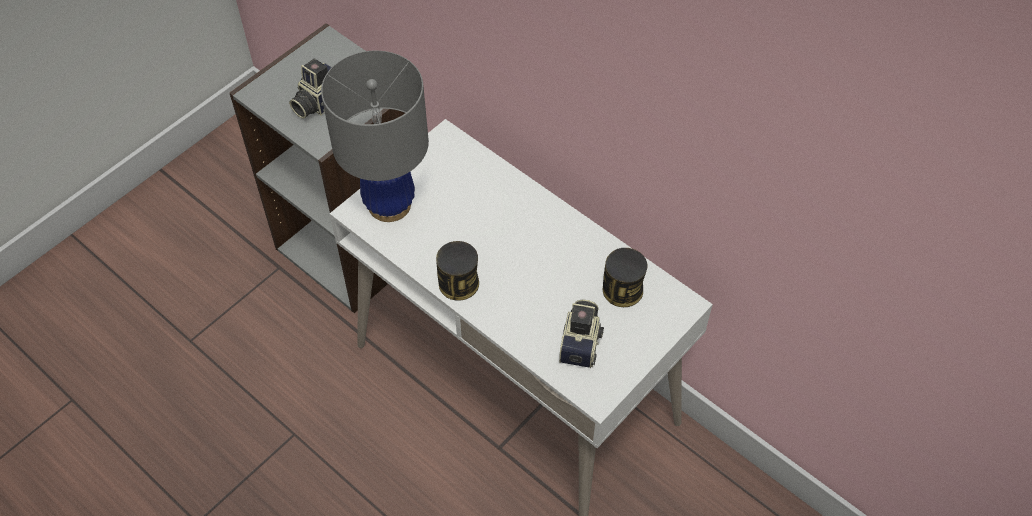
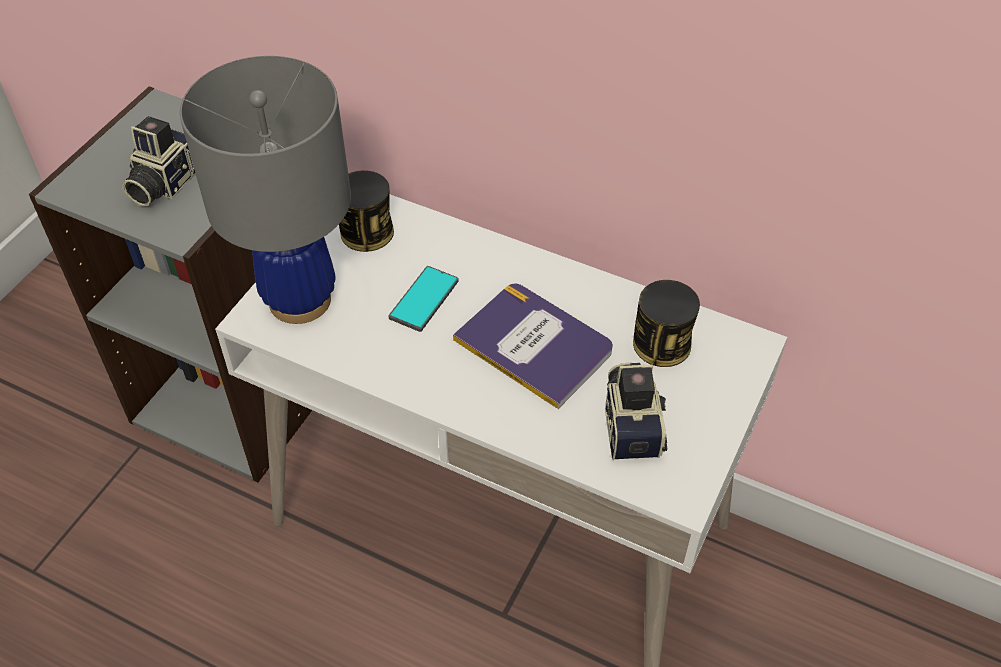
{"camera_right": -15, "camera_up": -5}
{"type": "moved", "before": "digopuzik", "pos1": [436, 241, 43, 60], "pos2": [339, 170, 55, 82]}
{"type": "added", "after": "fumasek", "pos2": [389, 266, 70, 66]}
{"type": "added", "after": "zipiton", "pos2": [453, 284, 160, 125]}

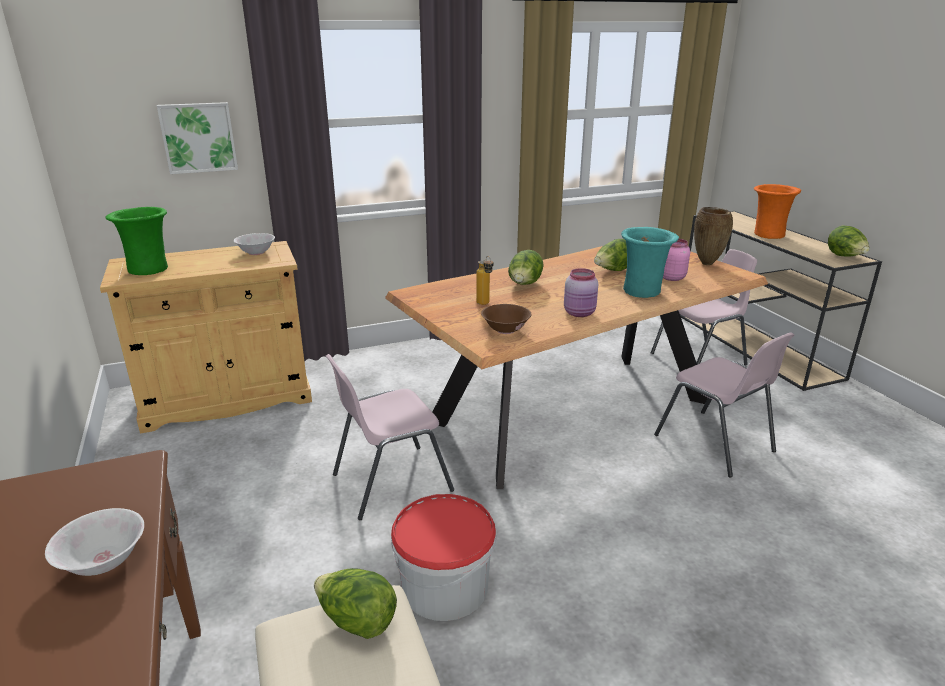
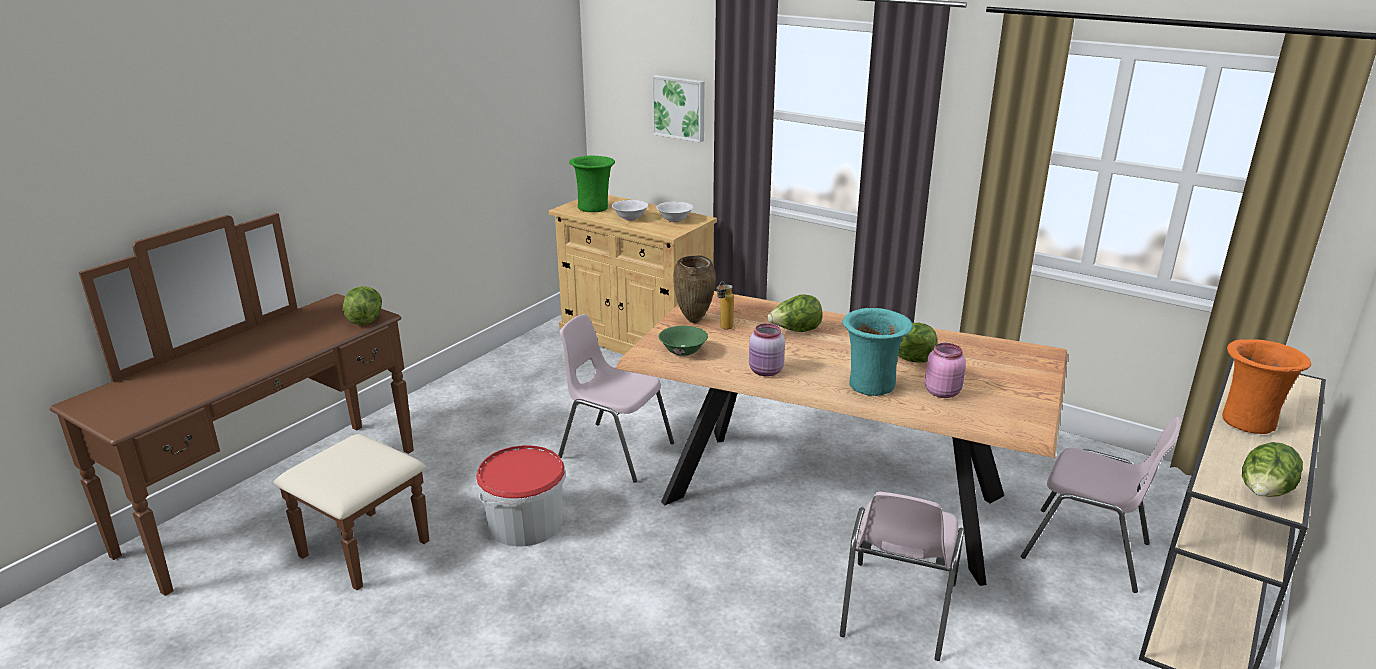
{"camera_right": 55, "camera_up": 0}
{"type": "moved", "before": "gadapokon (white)", "pos1": [45, 508, 99, 68], "pos2": [612, 200, 36, 21]}
{"type": "moved", "before": "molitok", "pos1": [314, 568, 83, 71], "pos2": [343, 286, 39, 39]}
{"type": "recoloured", "before": "gadapokon (brown)", "after": "gadapokon (green)", "pos1": [481, 304, 51, 30], "pos2": [659, 326, 49, 31]}
{"type": "moved", "before": "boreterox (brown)", "pos1": [694, 207, 39, 58], "pos2": [673, 255, 43, 68]}

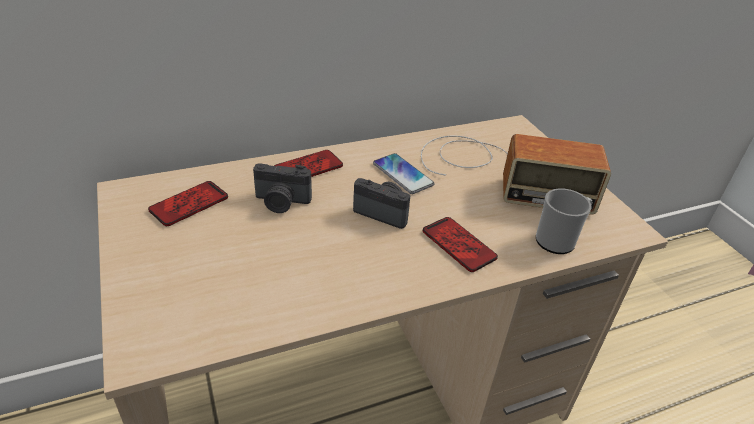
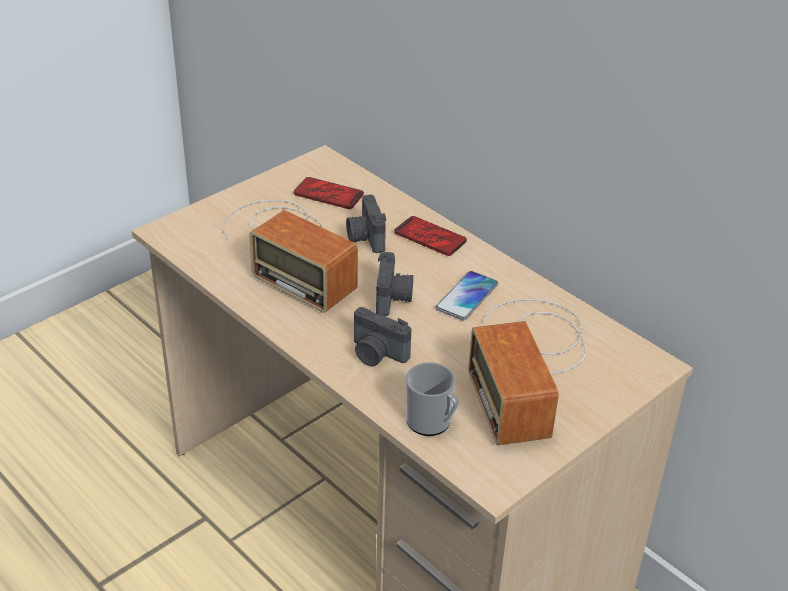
{"camera_right": 70, "camera_up": 0}
{"type": "replaced", "before": "fumasek", "after": "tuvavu", "pos1": [423, 217, 75, 55], "pos2": [354, 307, 57, 59]}
{"type": "added", "after": "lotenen", "pos2": [222, 200, 136, 113]}

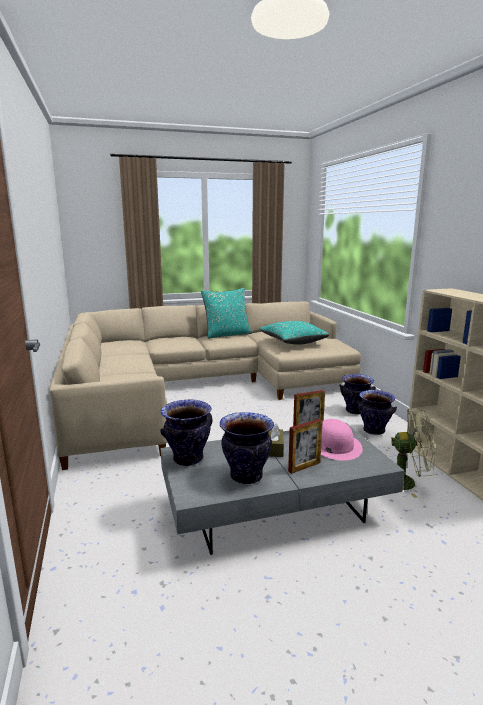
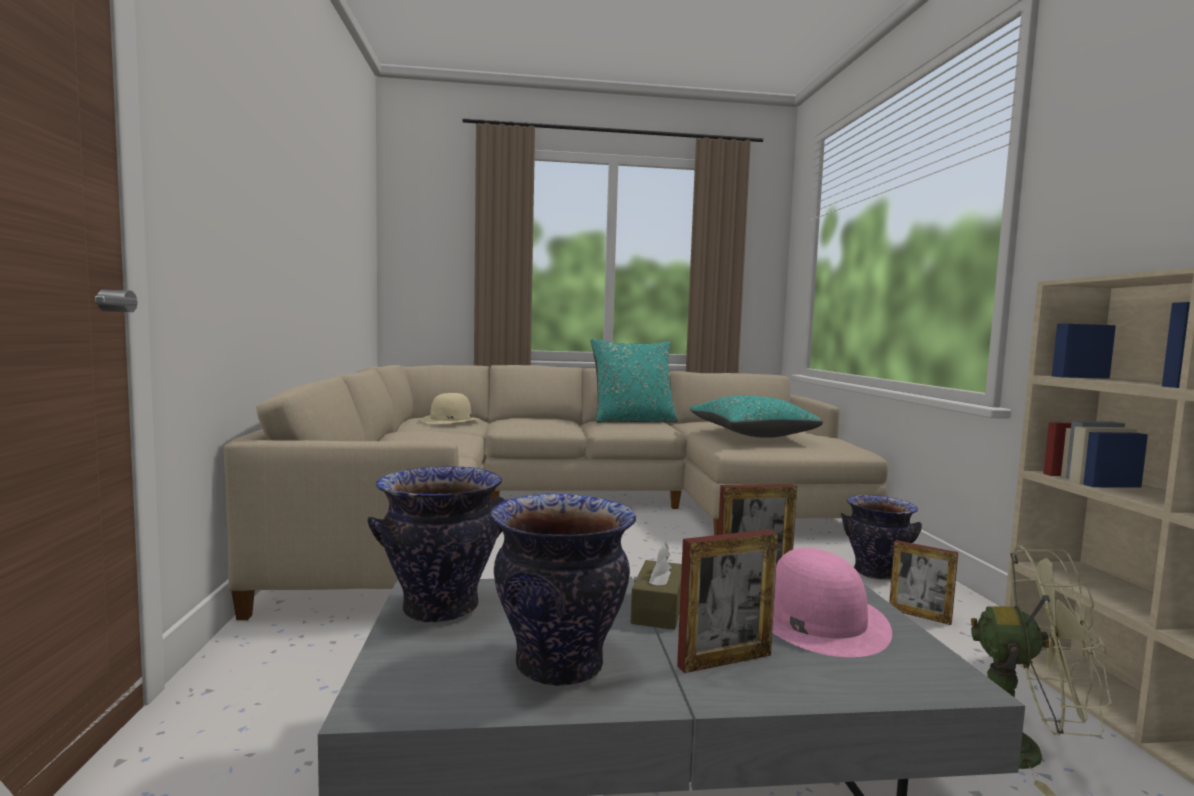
{"camera_right": 10, "camera_up": -10}
{"type": "replaced", "before": "boreterox", "after": "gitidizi", "pos1": [356, 390, 41, 45], "pos2": [889, 540, 69, 85]}
{"type": "added", "after": "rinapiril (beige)", "pos2": [421, 393, 59, 31]}

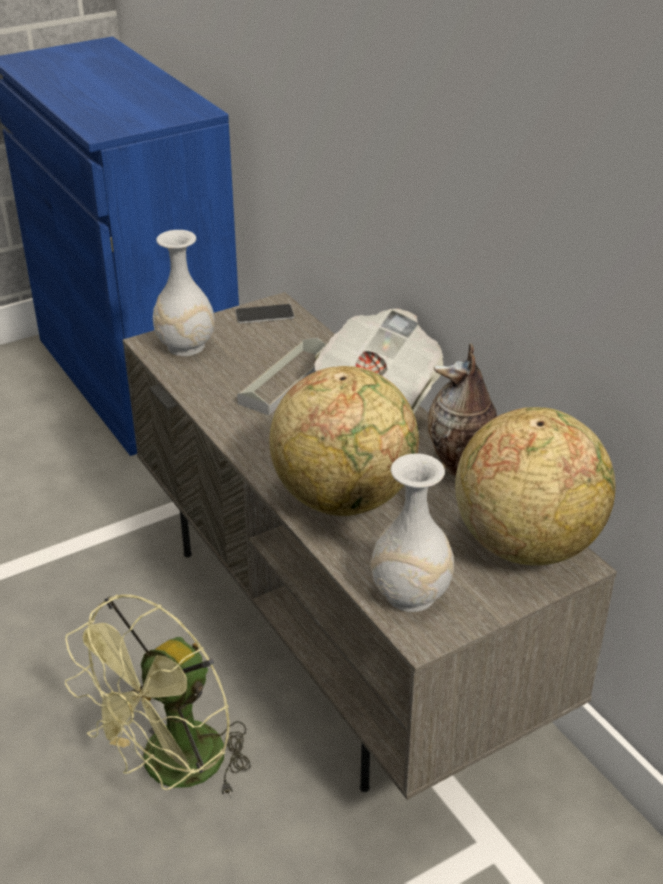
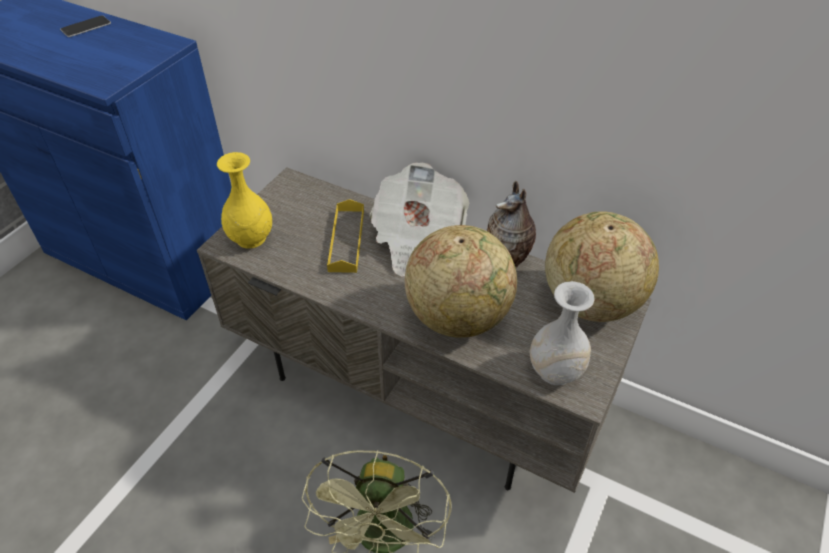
{"camera_right": -30, "camera_up": 10}
{"type": "recoloured", "before": "boreterox (white)", "after": "boreterox (yellow)", "pos1": [153, 230, 62, 126], "pos2": [217, 152, 55, 97]}
{"type": "moved", "before": "fumasek", "pos1": [235, 304, 59, 20], "pos2": [60, 15, 51, 22]}
{"type": "recoloured", "before": "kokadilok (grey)", "after": "kokadilok (yellow)", "pos1": [237, 338, 89, 77], "pos2": [327, 199, 37, 74]}

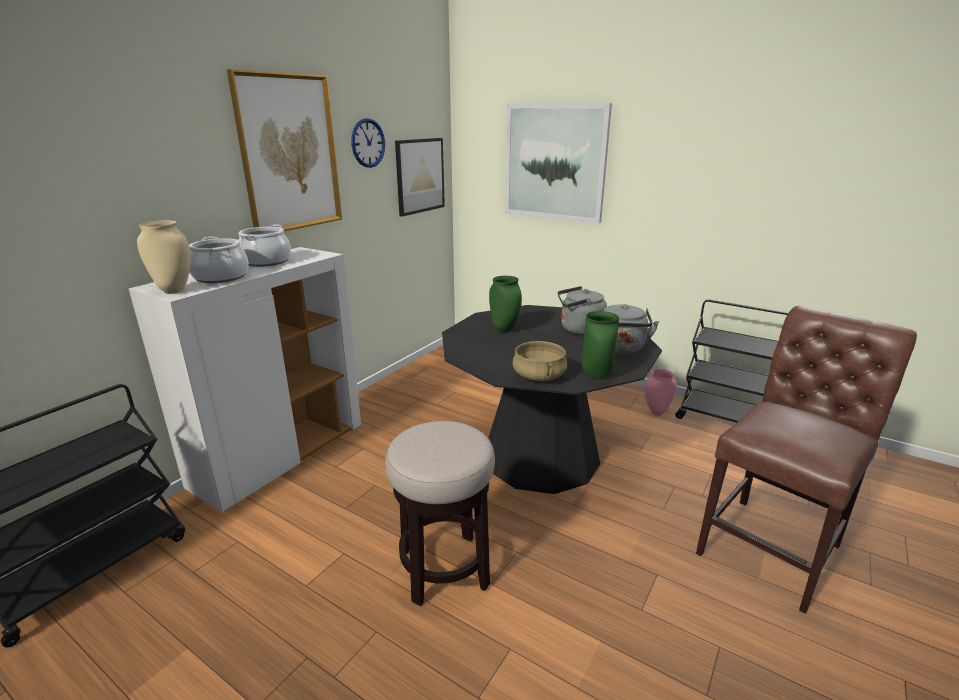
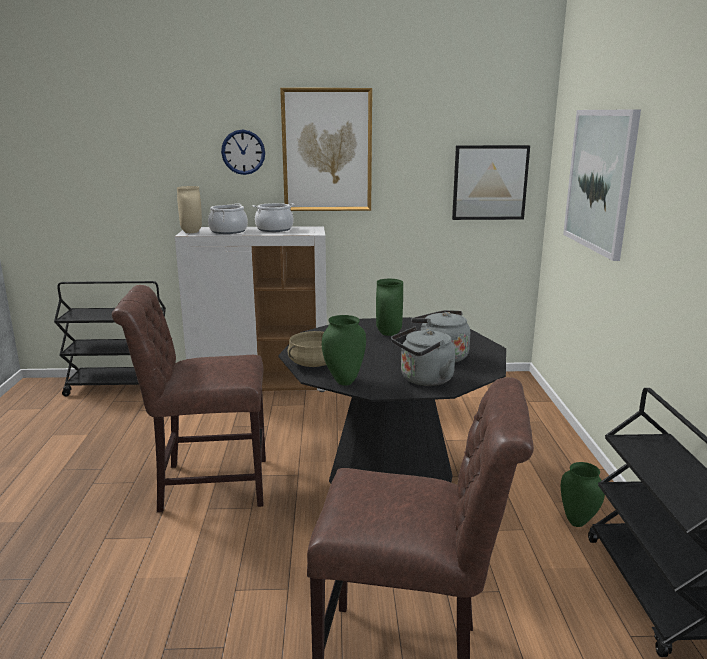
{"camera_right": 55, "camera_up": -5}
{"type": "moved", "before": "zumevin", "pos1": [351, 118, 34, 50], "pos2": [221, 130, 44, 45]}
{"type": "replaced", "before": "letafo", "after": "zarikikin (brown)", "pos1": [385, 421, 110, 185], "pos2": [112, 285, 154, 227]}
{"type": "recoloured", "before": "boreterox (pink)", "after": "boreterox (green)", "pos1": [645, 369, 32, 47], "pos2": [561, 462, 44, 65]}

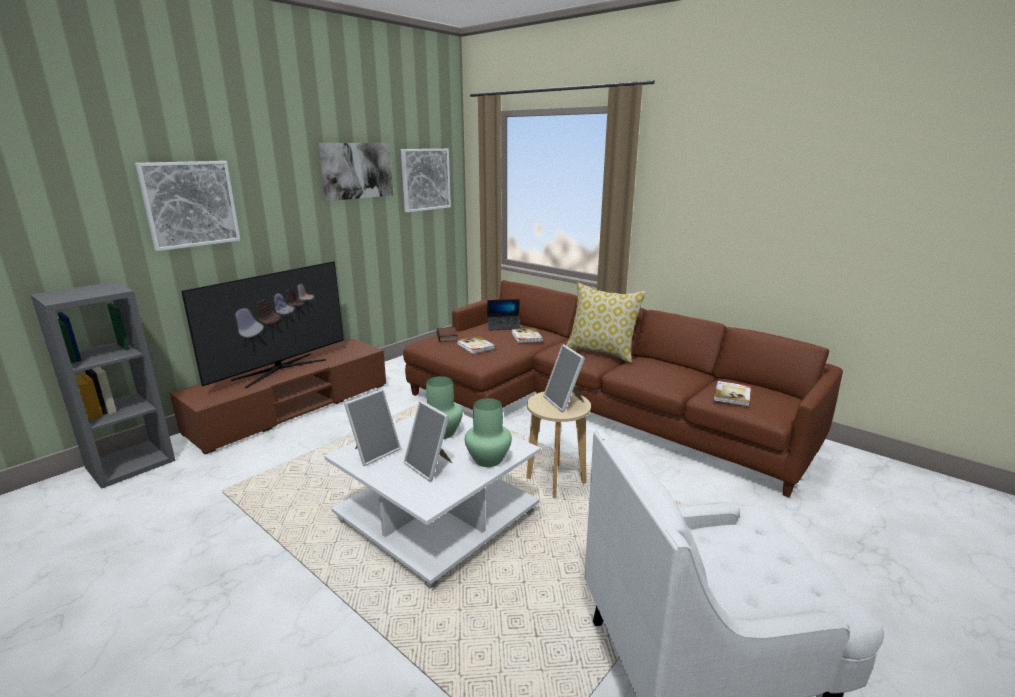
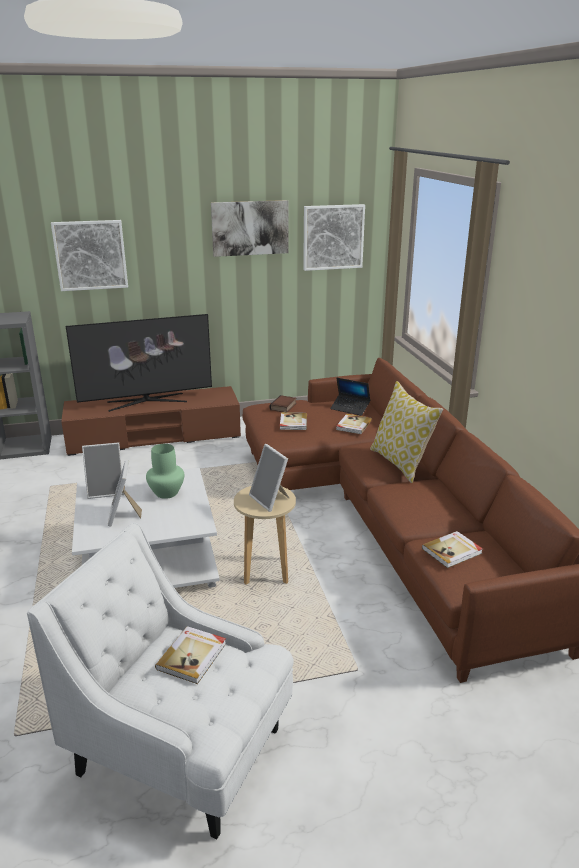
{"camera_right": 35, "camera_up": 5}
{"type": "removed", "before": "boreterox (green)", "pos1": [465, 398, 47, 69]}
{"type": "turned", "before": "gitidizi", "pos1": [543, 344, 42, 68], "pos2": [249, 444, 40, 68], "turn": -45}
{"type": "added", "after": "zipiton", "pos2": [155, 626, 71, 58]}

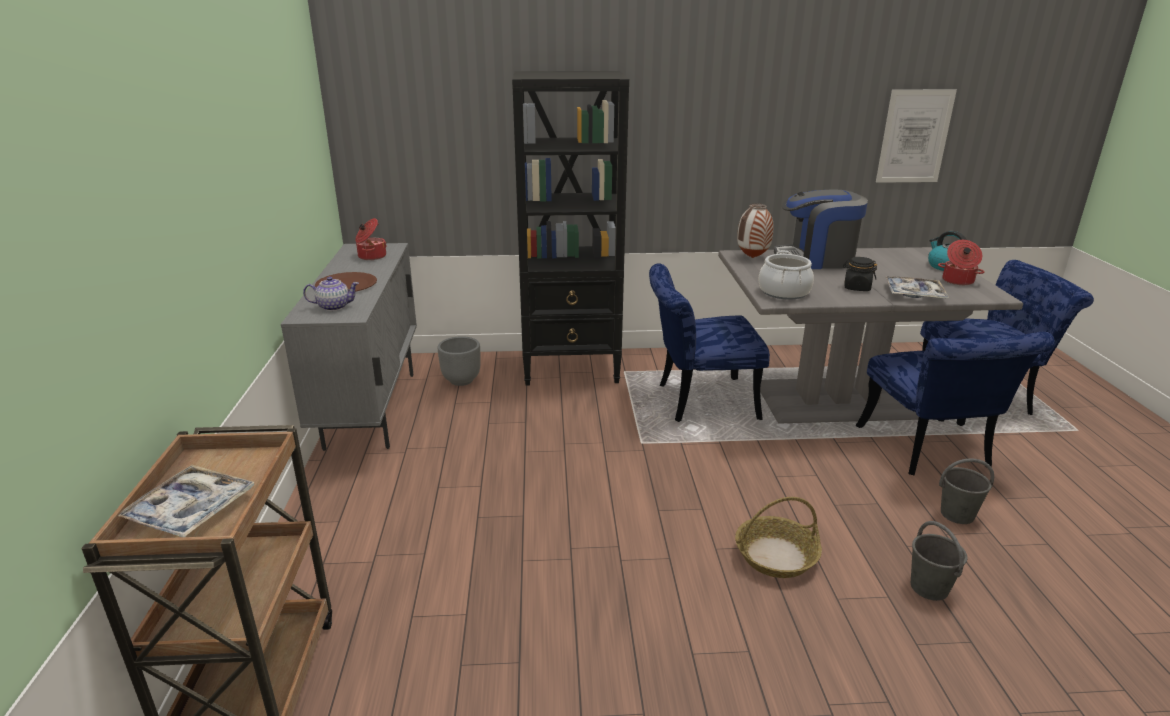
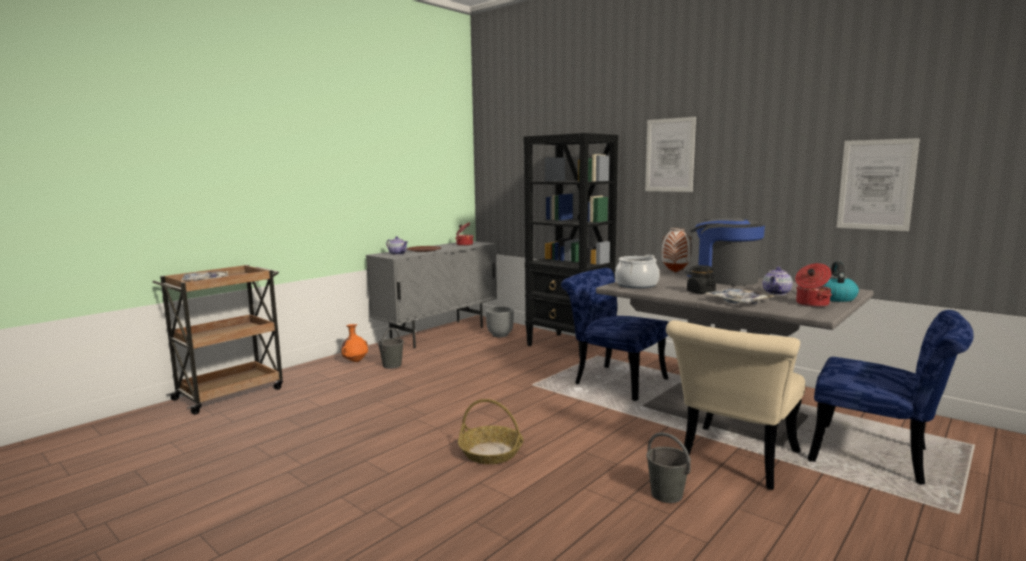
{"camera_right": 45, "camera_up": -15}
{"type": "recoloured", "before": "zarikikin (blue)", "after": "zarikikin (beige)", "pos1": [855, 332, 200, 143], "pos2": [666, 320, 139, 170]}
{"type": "moved", "before": "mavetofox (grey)", "pos1": [911, 521, 57, 80], "pos2": [378, 328, 26, 41]}
{"type": "added", "after": "boreterox (orange)", "pos2": [341, 324, 27, 38]}
{"type": "added", "after": "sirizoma", "pos2": [645, 117, 51, 75]}
{"type": "added", "after": "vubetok", "pos2": [762, 267, 31, 28]}

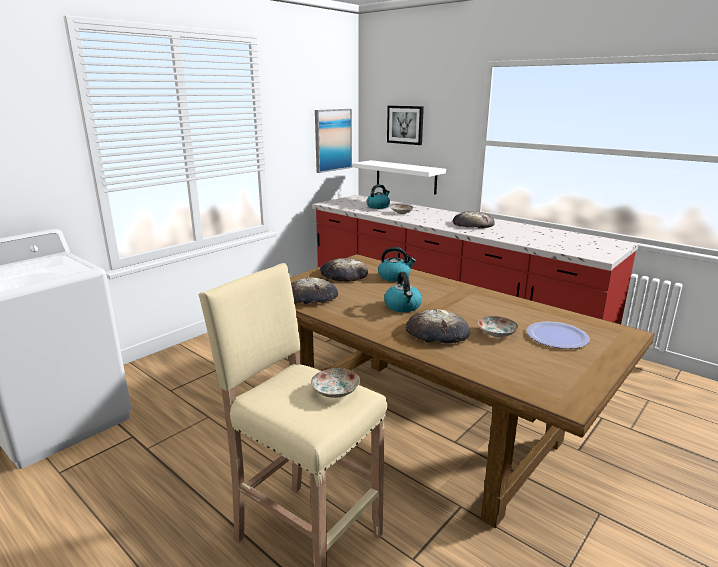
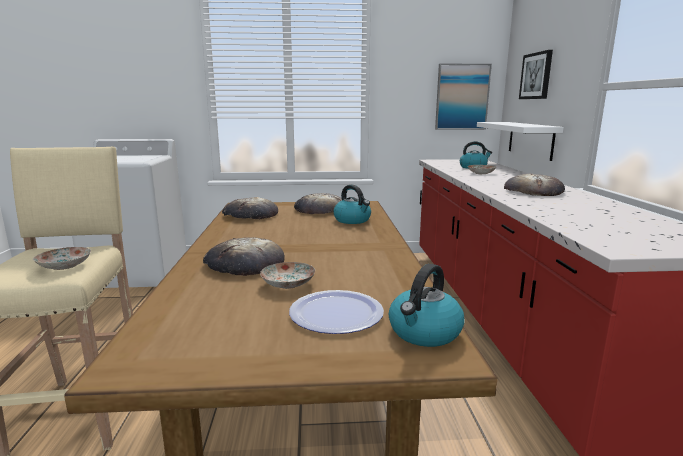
{"camera_right": 45, "camera_up": -5}
{"type": "moved", "before": "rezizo", "pos1": [384, 272, 38, 40], "pos2": [389, 264, 76, 83]}

